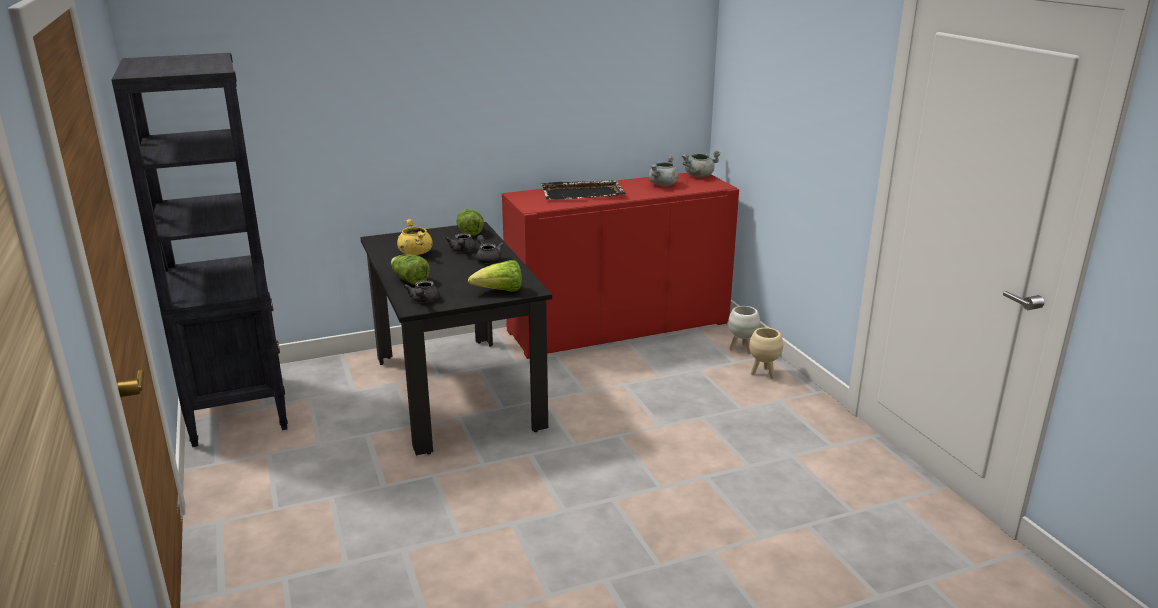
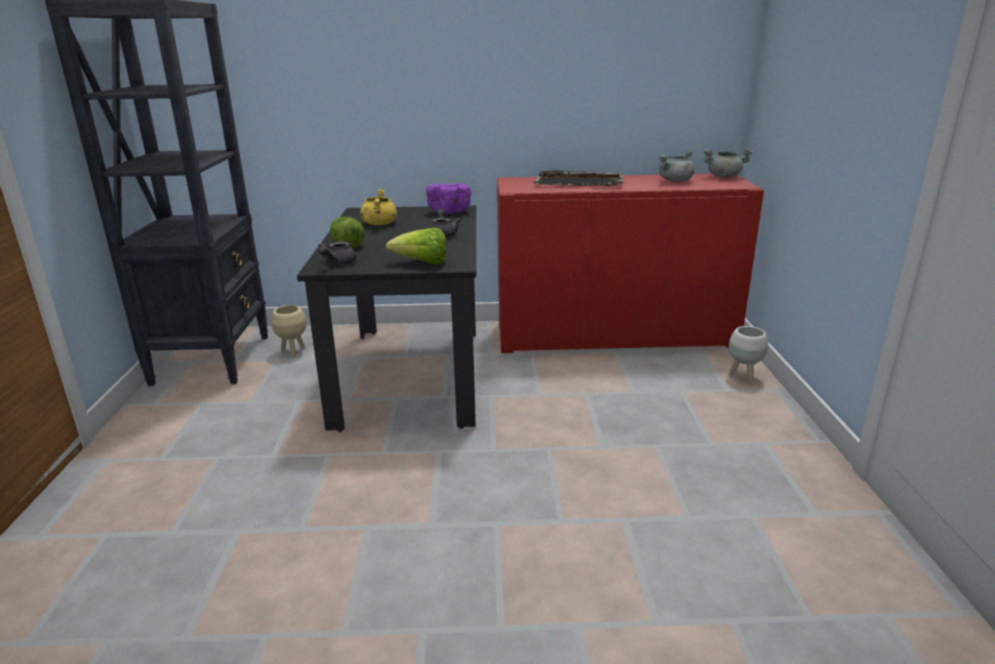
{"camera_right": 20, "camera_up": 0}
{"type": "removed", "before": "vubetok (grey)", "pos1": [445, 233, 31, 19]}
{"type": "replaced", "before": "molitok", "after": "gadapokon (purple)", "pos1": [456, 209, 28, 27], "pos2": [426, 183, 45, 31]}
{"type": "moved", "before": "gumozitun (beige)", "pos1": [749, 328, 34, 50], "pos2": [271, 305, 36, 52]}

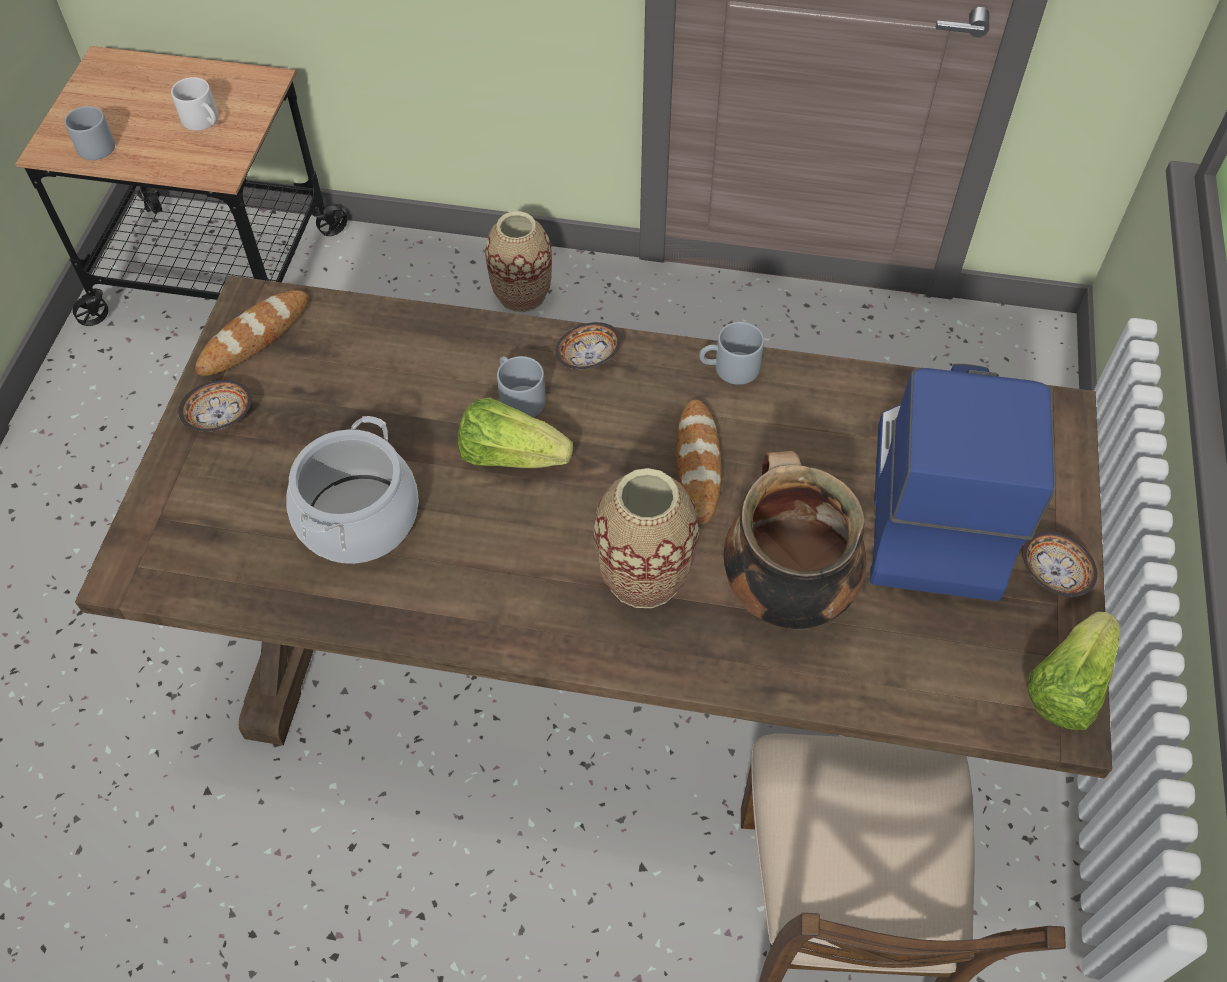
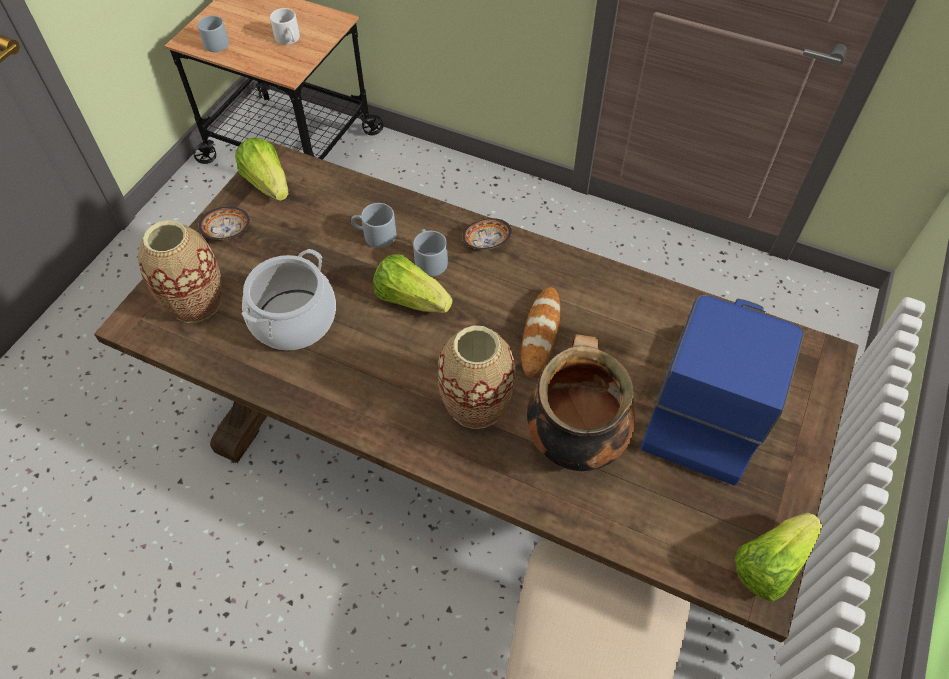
{"camera_right": 15, "camera_up": 0}
{"type": "replaced", "before": "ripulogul", "after": "molitok", "pos1": [195, 290, 114, 86], "pos2": [235, 137, 54, 64]}
{"type": "moved", "before": "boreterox", "pos1": [485, 211, 67, 101], "pos2": [138, 220, 84, 103]}
{"type": "moved", "before": "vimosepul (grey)", "pos1": [699, 322, 65, 63], "pos2": [351, 203, 45, 45]}
{"type": "removed", "before": "gadapokon", "pos1": [1023, 531, 74, 66]}

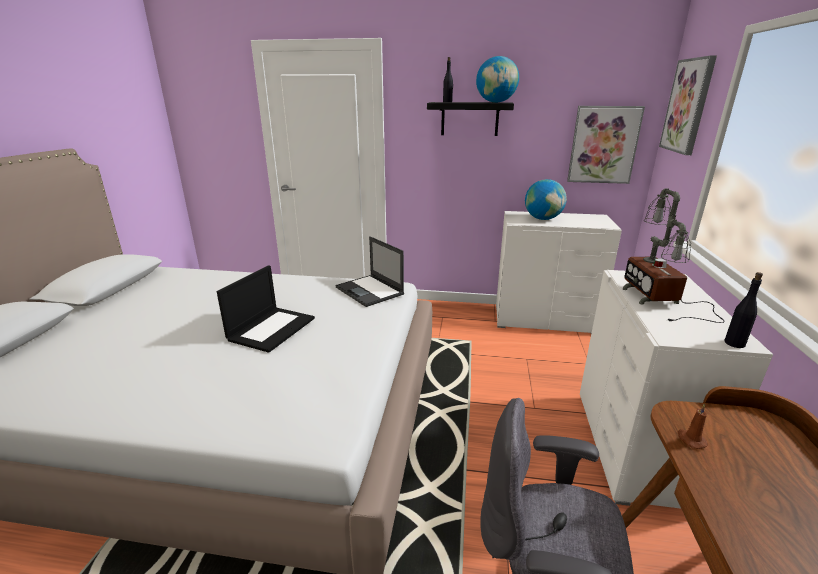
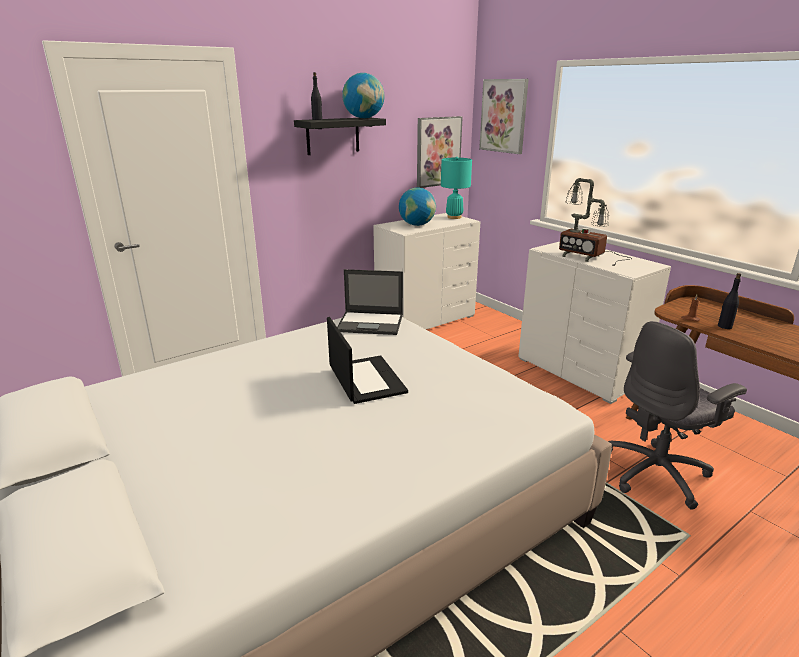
{"camera_right": -45, "camera_up": 0}
{"type": "moved", "before": "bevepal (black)", "pos1": [724, 272, 39, 76], "pos2": [718, 273, 23, 56]}
{"type": "added", "after": "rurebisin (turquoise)", "pos2": [441, 157, 31, 62]}

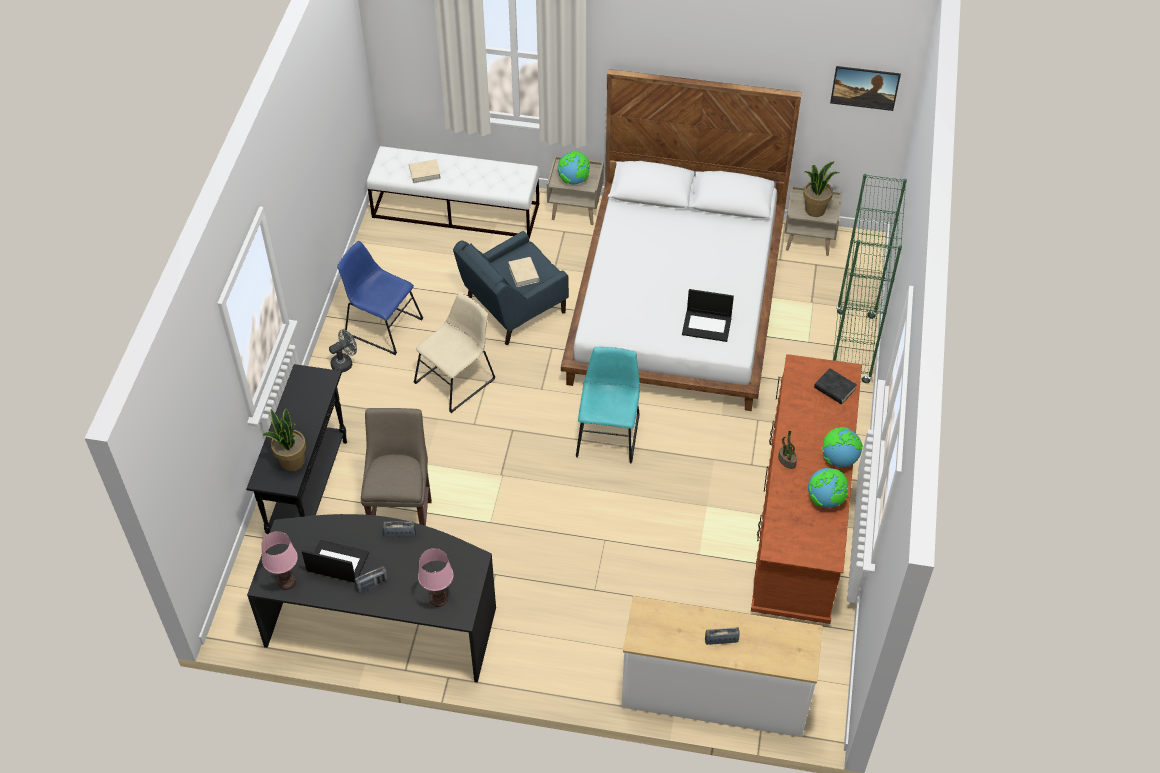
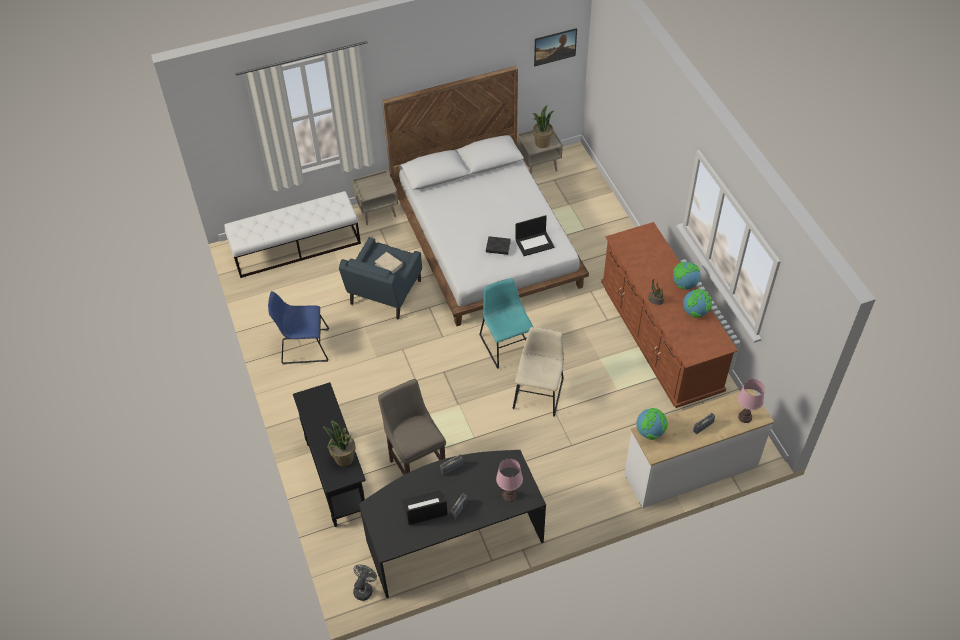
{"camera_right": -30, "camera_up": 0}
{"type": "moved", "before": "rurebisin (pink)", "pos1": [261, 531, 37, 59], "pos2": [738, 379, 27, 44]}
{"type": "moved", "before": "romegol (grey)", "pos1": [329, 329, 28, 44], "pos2": [353, 564, 24, 37]}
{"type": "removed", "before": "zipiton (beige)", "pos1": [409, 159, 32, 24]}
{"type": "moved", "before": "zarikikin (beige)", "pos1": [414, 292, 81, 121], "pos2": [513, 327, 51, 90]}
{"type": "moved", "before": "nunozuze", "pos1": [558, 152, 32, 33], "pos2": [636, 408, 32, 32]}
{"type": "moved", "before": "zipiton (black)", "pos1": [814, 368, 43, 36], "pos2": [486, 236, 25, 19]}
{"type": "removed", "before": "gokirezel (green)", "pos1": [833, 174, 74, 209]}

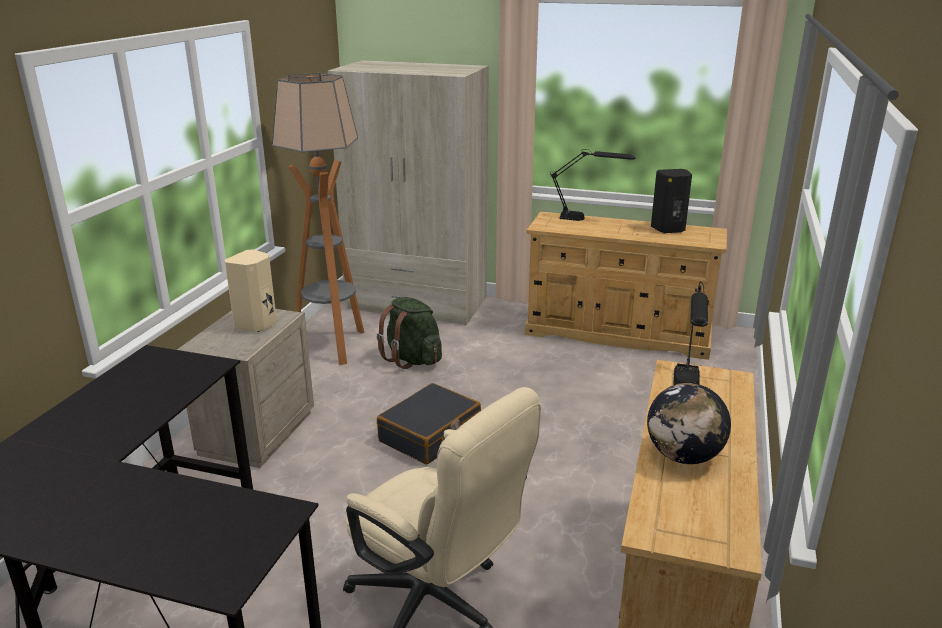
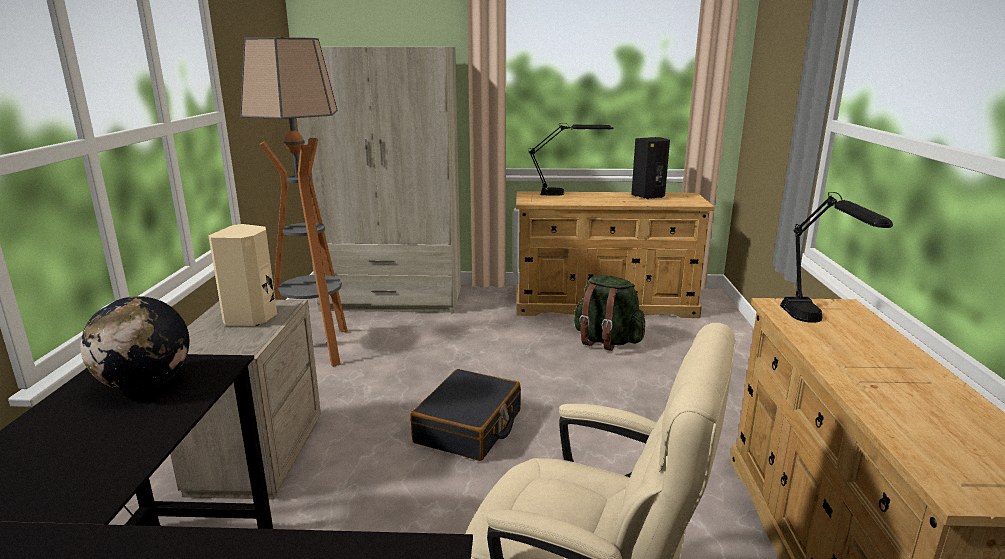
{"camera_right": -15, "camera_up": -5}
{"type": "moved", "before": "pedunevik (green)", "pos1": [377, 297, 65, 72], "pos2": [574, 275, 71, 76]}
{"type": "moved", "before": "nunozuze", "pos1": [647, 383, 84, 81], "pos2": [80, 296, 109, 95]}

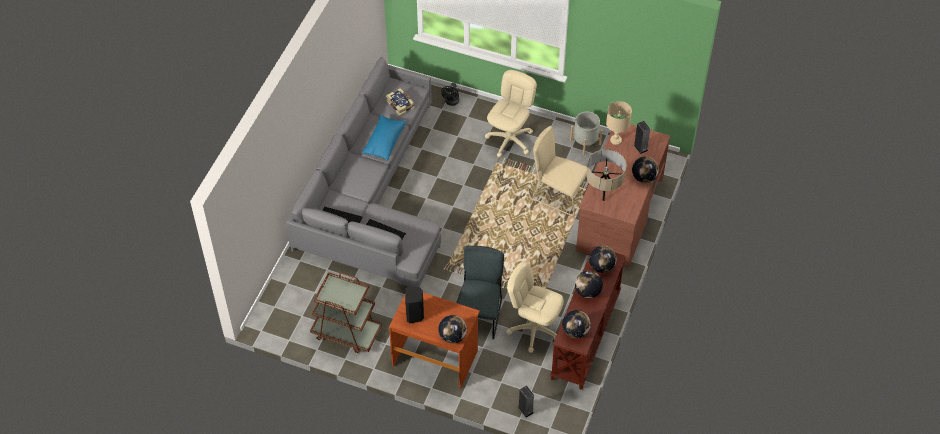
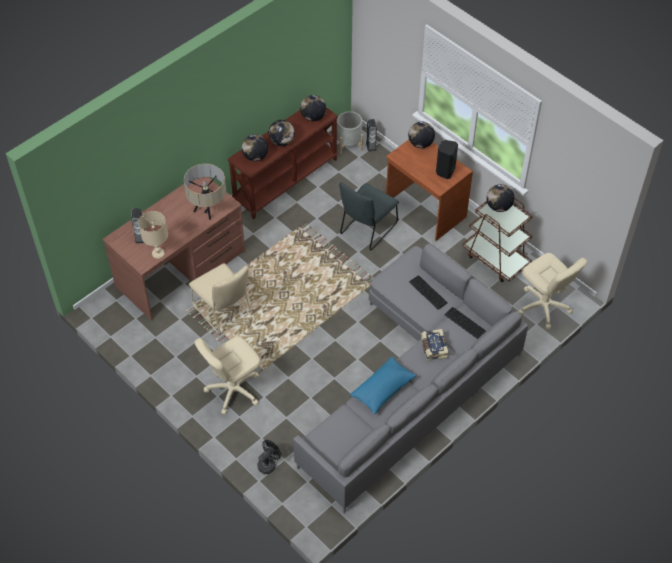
{"camera_right": -155, "camera_up": 0}
{"type": "moved", "before": "zipiton", "pos1": [386, 88, 29, 28], "pos2": [421, 329, 28, 32]}
{"type": "moved", "before": "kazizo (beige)", "pos1": [507, 262, 57, 91], "pos2": [519, 253, 69, 76]}
{"type": "moved", "before": "gumozitun (grey)", "pos1": [570, 111, 33, 44], "pos2": [337, 111, 26, 43]}
{"type": "moved", "before": "nunozuze", "pos1": [632, 157, 27, 26], "pos2": [486, 184, 28, 28]}

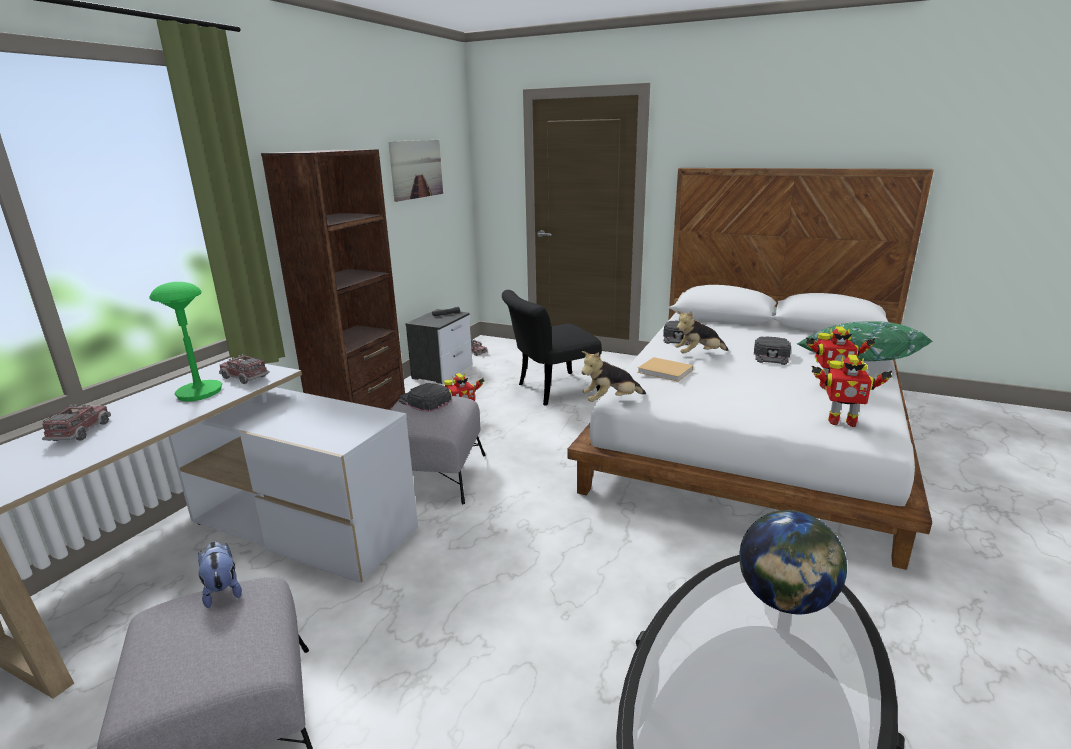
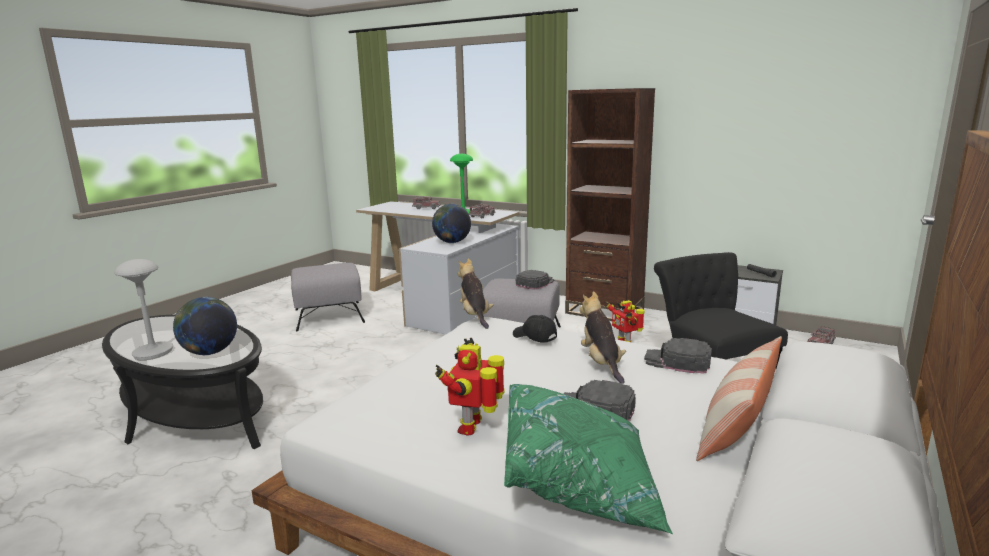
{"camera_right": 95, "camera_up": -5}
{"type": "removed", "before": "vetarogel", "pos1": [198, 541, 44, 67]}
{"type": "removed", "before": "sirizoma", "pos1": [388, 140, 55, 62]}
{"type": "replaced", "before": "zipiton (beige)", "after": "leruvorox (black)", "pos1": [637, 357, 56, 25], "pos2": [513, 315, 44, 28]}
{"type": "removed", "before": "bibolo", "pos1": [811, 354, 81, 73]}
{"type": "added", "after": "rurebisin (grey)", "pos2": [114, 259, 59, 101]}
{"type": "added", "after": "nunozuze", "pos2": [432, 204, 39, 39]}
{"type": "added", "after": "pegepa", "pos2": [696, 336, 86, 125]}

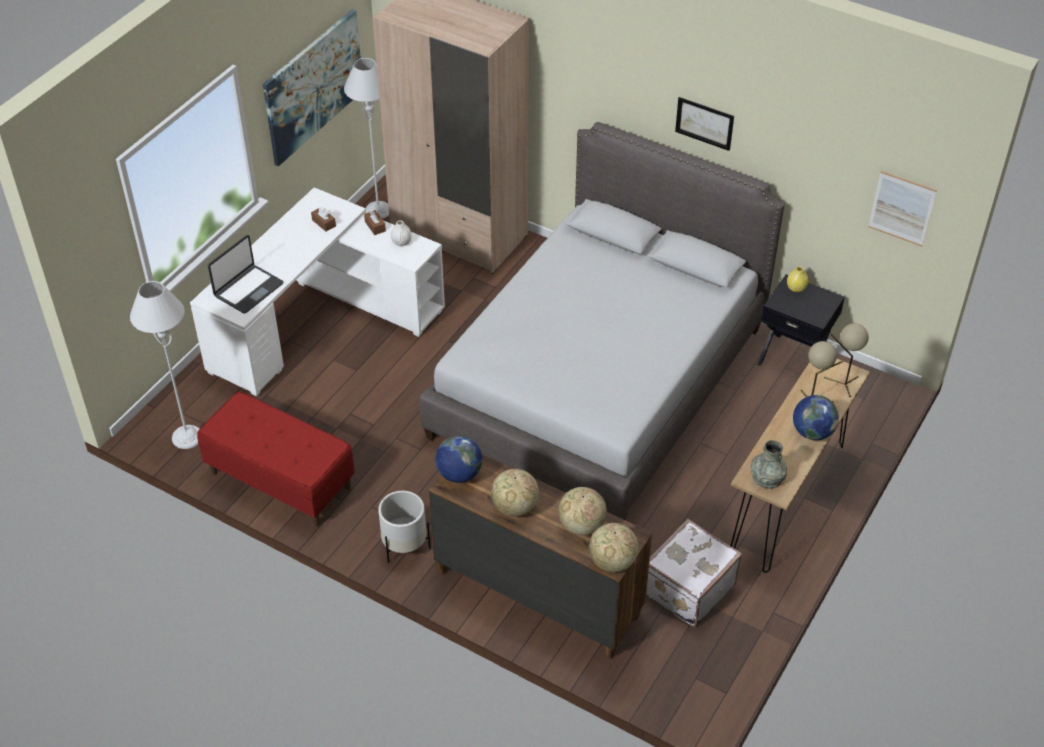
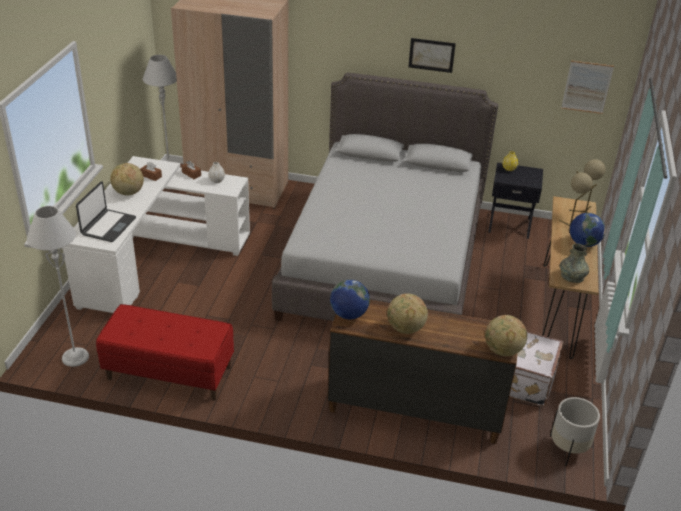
{"camera_right": -20, "camera_up": -10}
{"type": "removed", "before": "sirizoma", "pos1": [263, 9, 98, 158]}
{"type": "moved", "before": "gumozitun (white)", "pos1": [378, 491, 52, 72], "pos2": [550, 397, 50, 69]}
{"type": "moved", "before": "nunozuze", "pos1": [558, 487, 49, 48], "pos2": [110, 163, 34, 32]}

